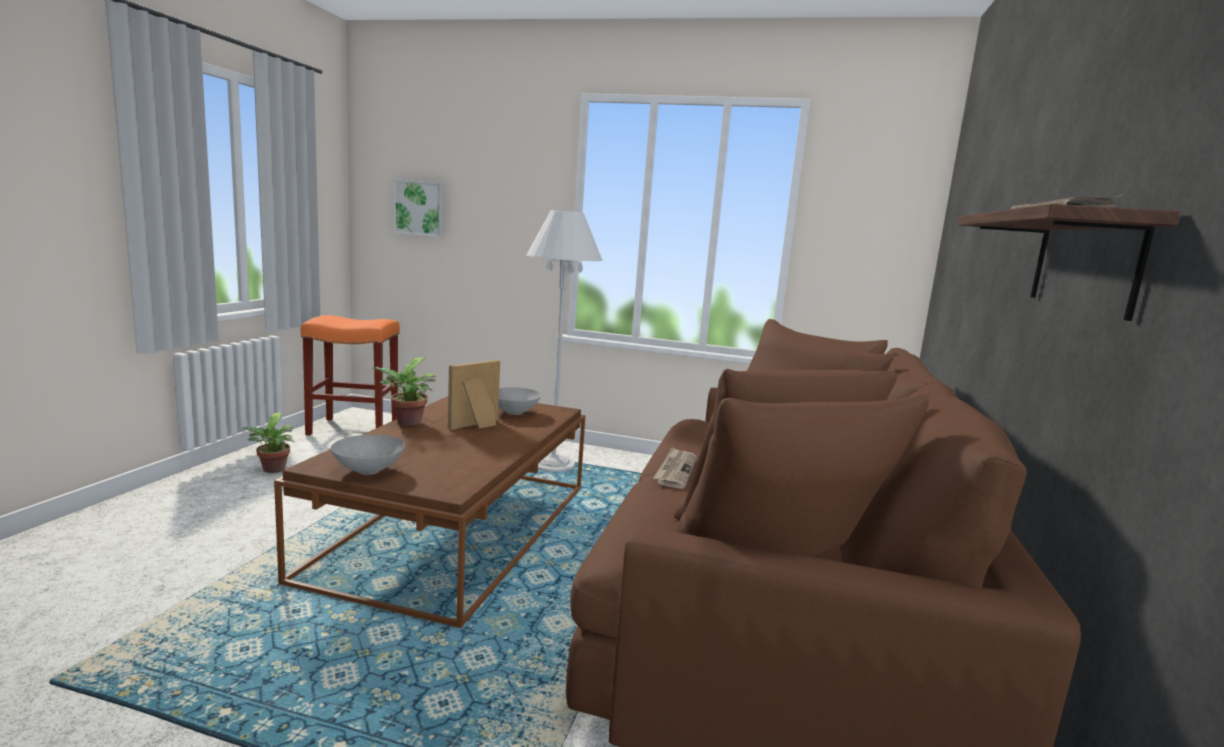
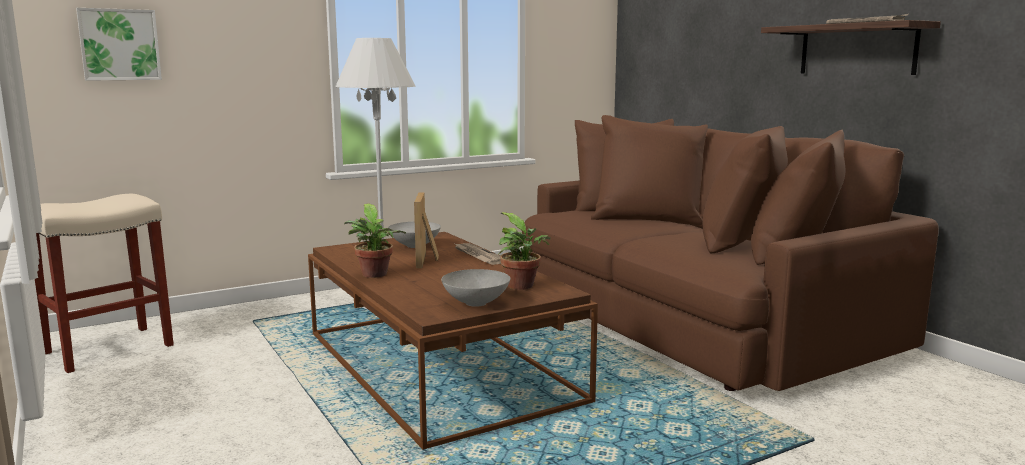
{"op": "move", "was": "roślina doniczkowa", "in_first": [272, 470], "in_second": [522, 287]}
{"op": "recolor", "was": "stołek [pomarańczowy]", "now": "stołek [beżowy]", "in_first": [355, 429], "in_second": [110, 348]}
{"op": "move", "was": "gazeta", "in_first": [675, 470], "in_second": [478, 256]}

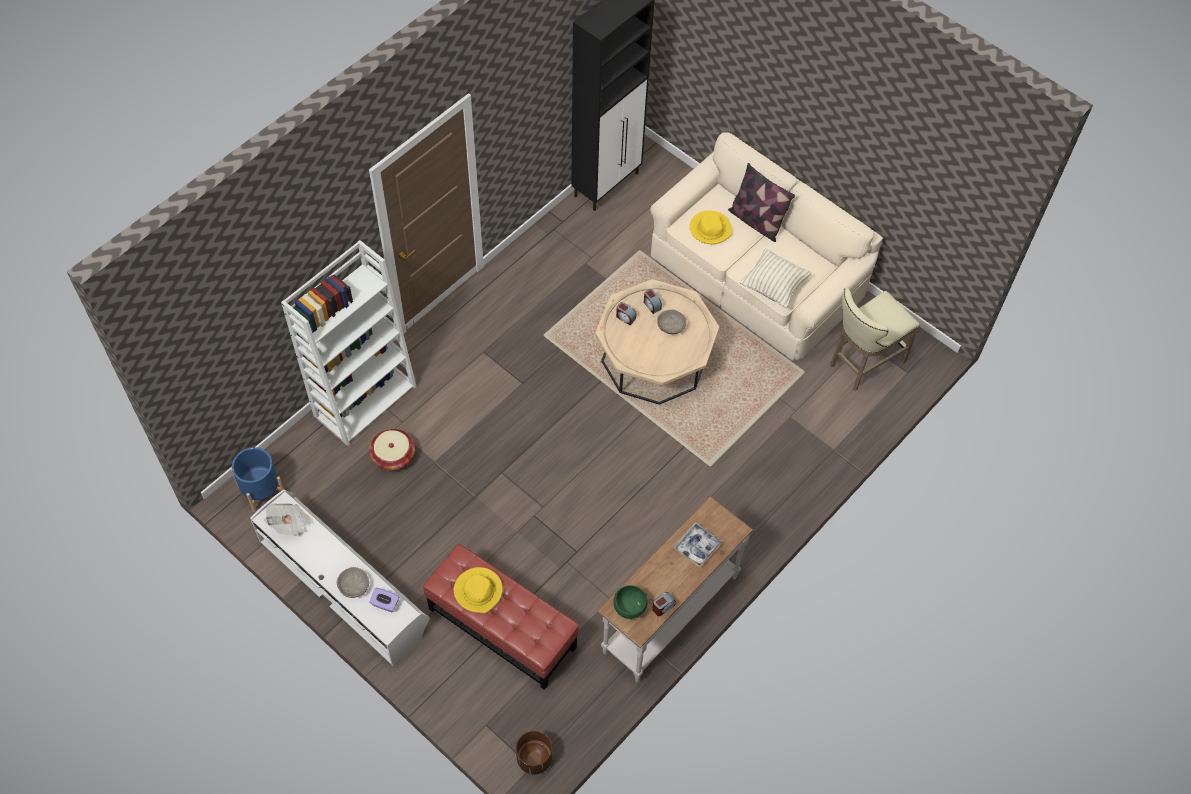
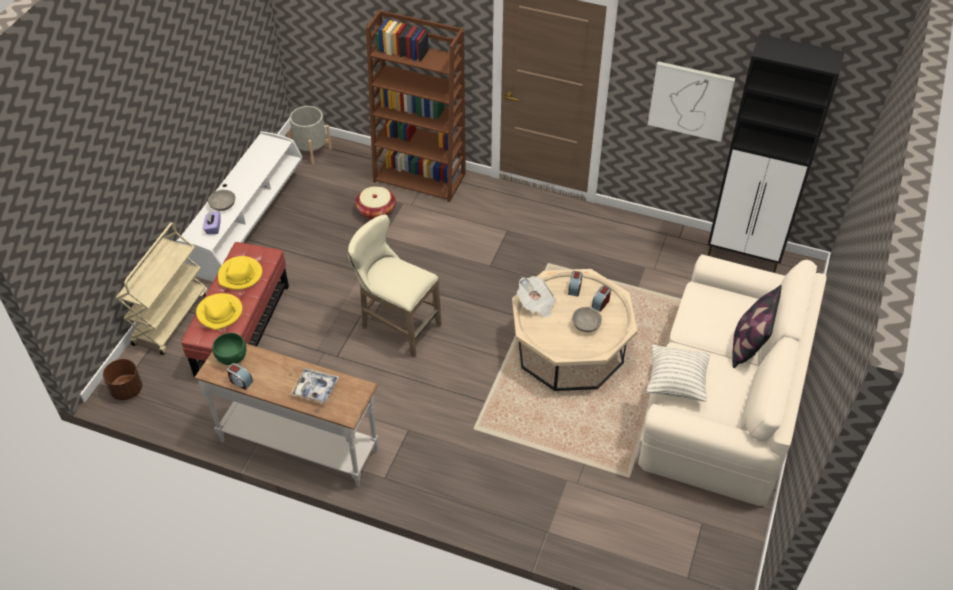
{"op": "recolor", "was": "donica [niebieski]", "now": "donica [szary]", "in_first": [261, 490], "in_second": [311, 150]}
{"op": "move", "was": "gazeta", "in_first": [290, 524], "in_second": [536, 304]}
{"op": "recolor", "was": "regał [biały]", "now": "regał [brązowy]", "in_first": [365, 400], "in_second": [420, 177]}
{"op": "move", "was": "kapelusz [żółty]", "in_first": [710, 229], "in_second": [220, 313]}
{"op": "move", "was": "stołek [beżowy]", "in_first": [862, 363], "in_second": [396, 325]}
{"op": "insert", "now": "wózek [beżowy]", "in_second": [170, 318]}
{"op": "insert", "now": "obraz", "in_second": [690, 100]}

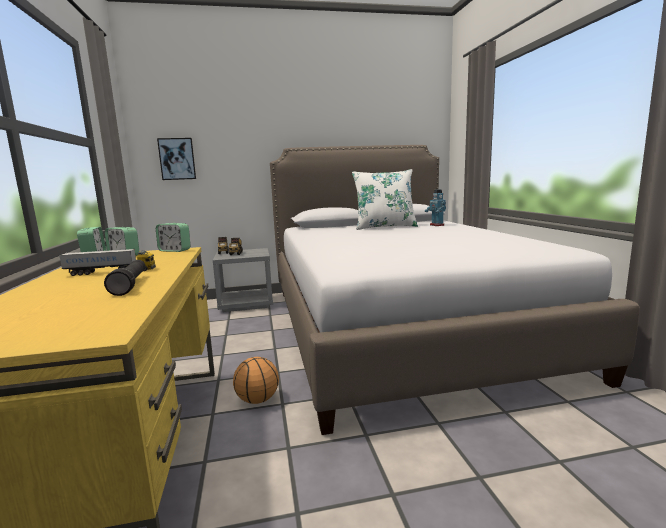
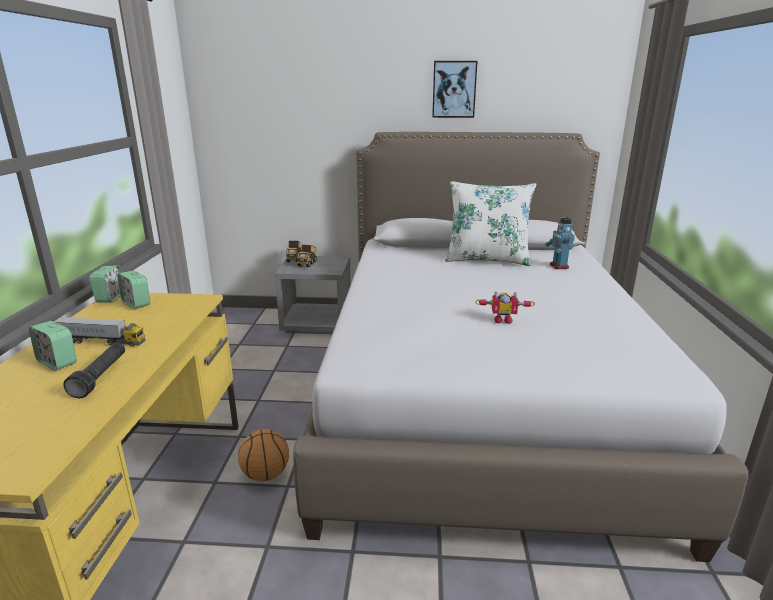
{"op": "move", "was": "budzik", "in_first": [175, 250], "in_second": [57, 362]}
{"op": "move", "was": "obraz", "in_first": [177, 159], "in_second": [454, 89]}
{"op": "insert", "now": "robot zabawkowy", "in_second": [502, 320]}

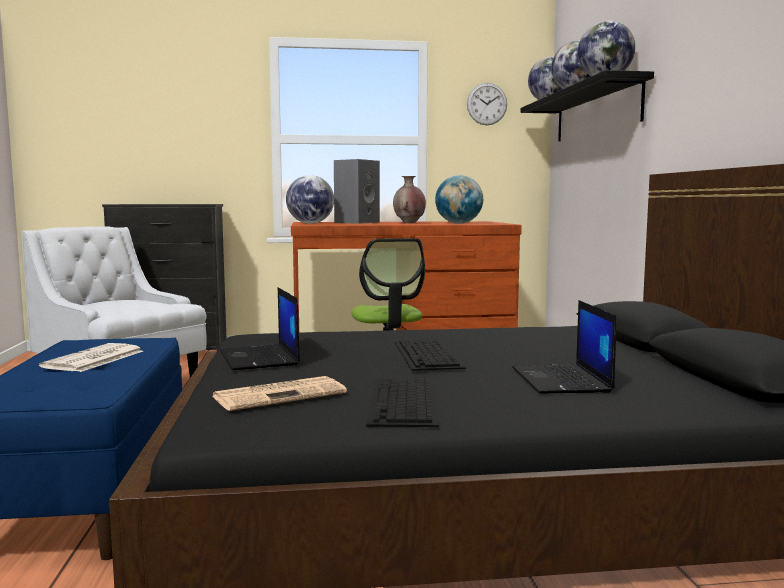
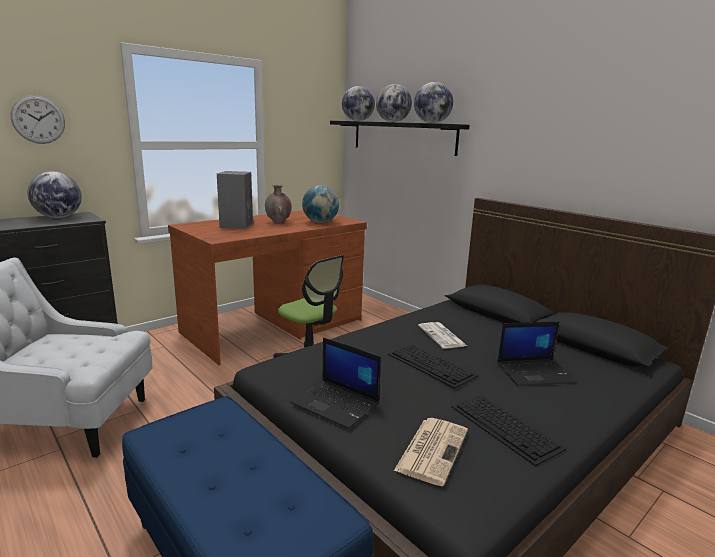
{"op": "move", "was": "gazeta", "in_first": [94, 359], "in_second": [442, 336]}
{"op": "move", "was": "globus", "in_first": [310, 223], "in_second": [58, 217]}
{"op": "move", "was": "zegar ścienny", "in_first": [487, 104], "in_second": [38, 119]}
{"op": "rotate", "was": "laptop", "in_first": [562, 380], "in_second": [535, 372], "clockwise": -60}

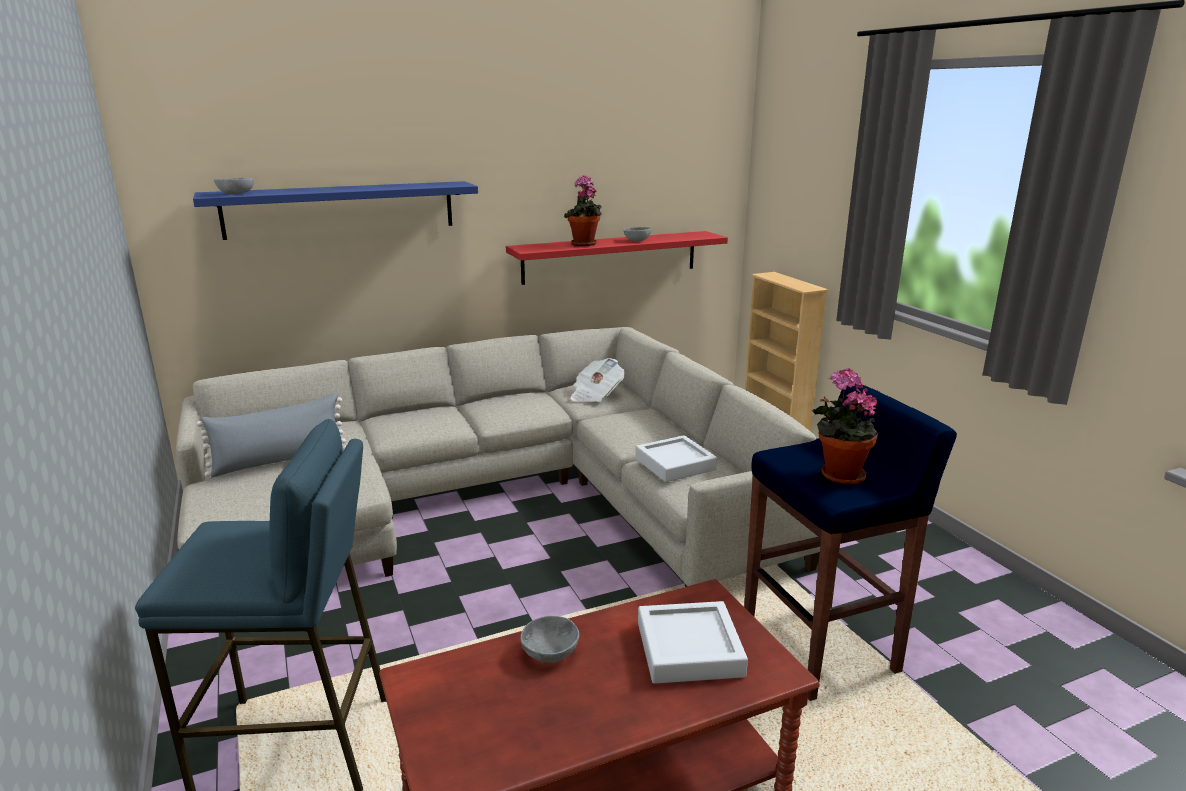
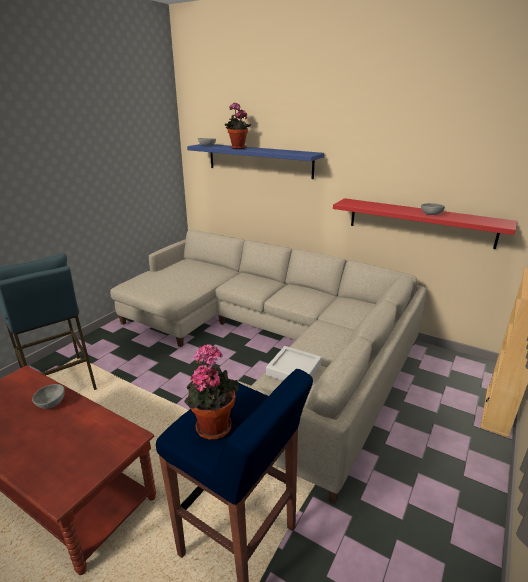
{"op": "delete", "was": "poduszka [szary]", "in_first": [280, 461]}
{"op": "move", "was": "roślina doniczkowa", "in_first": [584, 244], "in_second": [237, 148]}
{"op": "delete", "was": "gazeta", "in_first": [595, 395]}
{"op": "delete", "was": "taca [szary]", "in_first": [689, 649]}

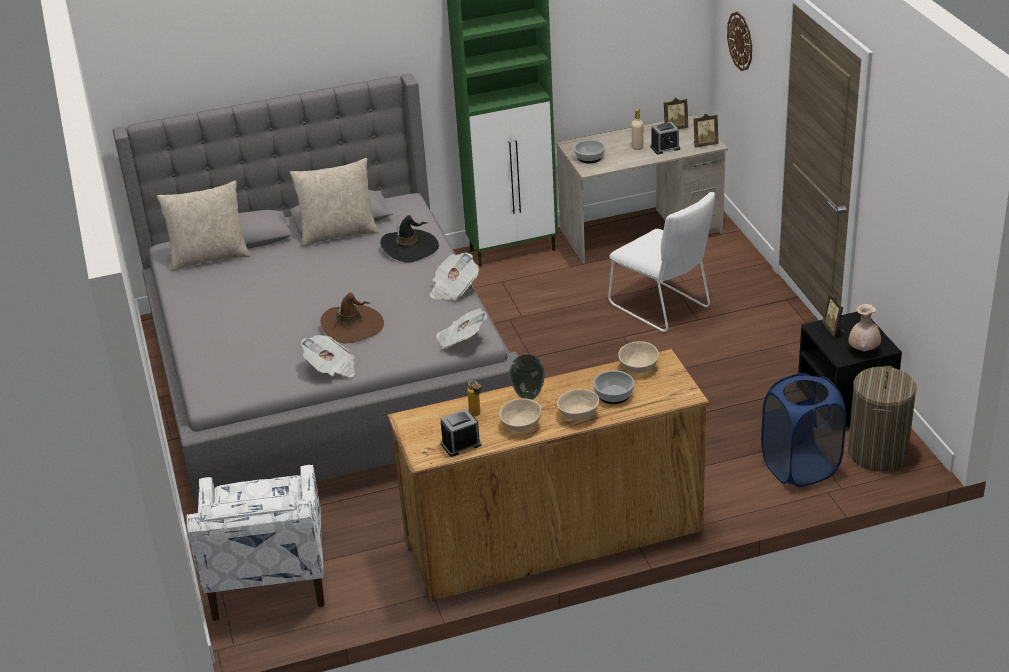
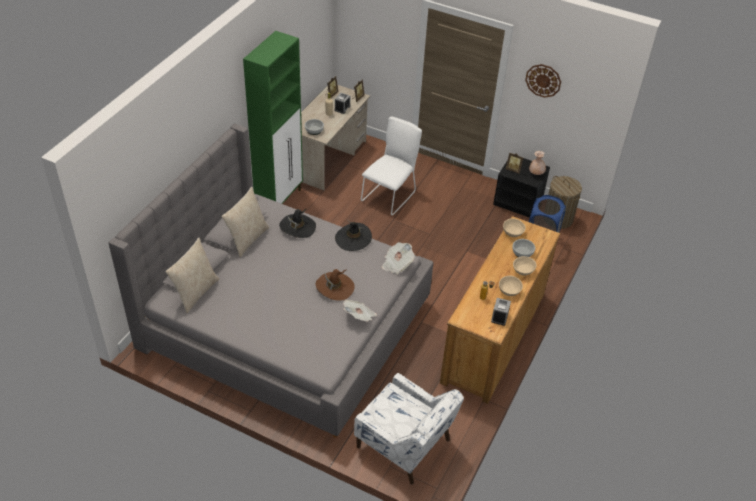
{"op": "replace", "was": "gazeta", "now": "kapelusz [czarny]", "in_first": [453, 289], "in_second": [353, 238]}
{"op": "delete", "was": "wazon", "in_first": [527, 396]}
{"op": "rotate", "was": "krzesło [biały]", "in_first": [662, 307], "in_second": [390, 195], "clockwise": -60}
{"op": "move", "was": "zegar ścienny", "in_first": [740, 41], "in_second": [543, 80]}

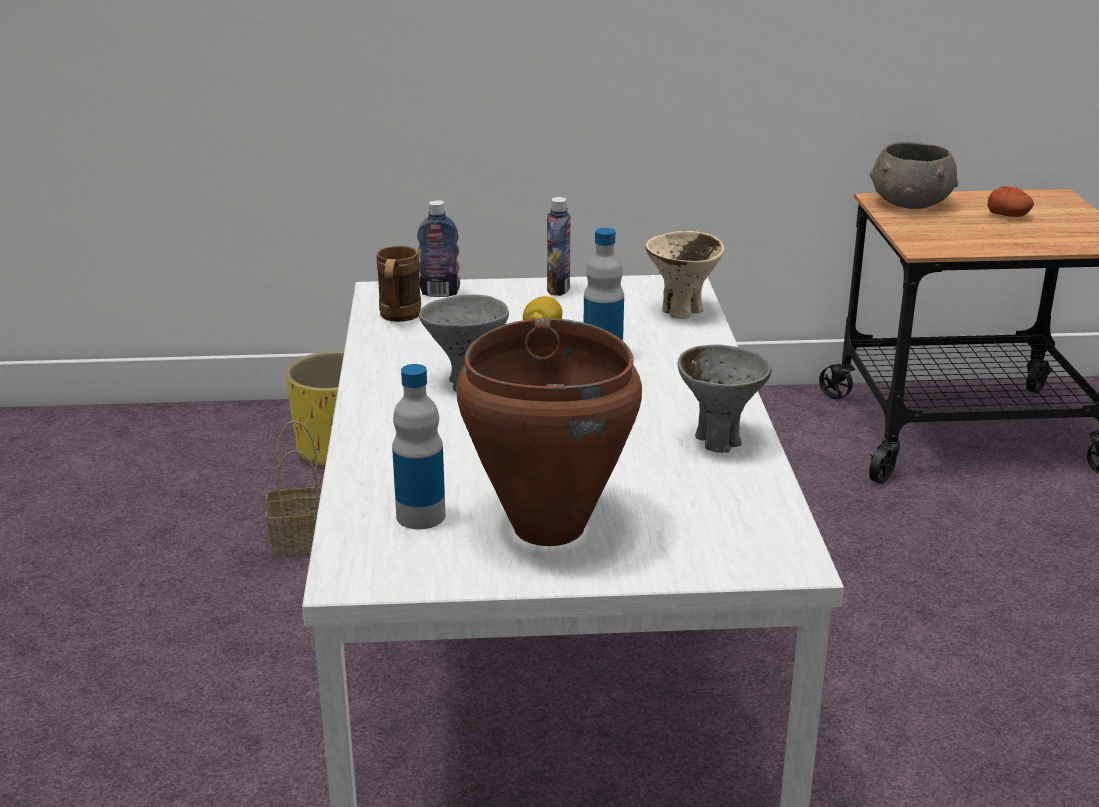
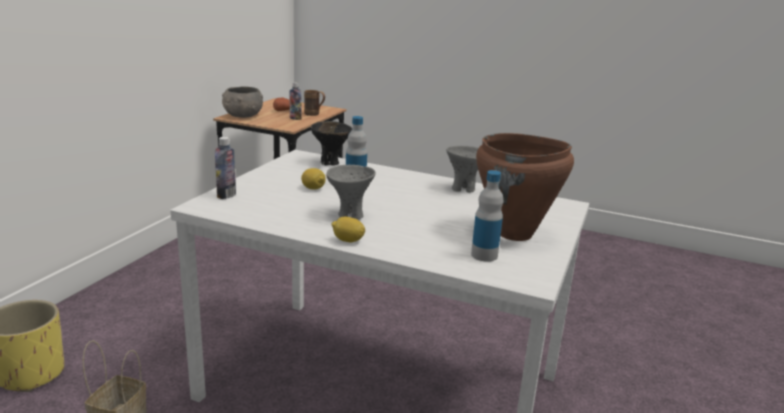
{"op": "move", "was": "kubek [brązowy]", "in_first": [397, 318], "in_second": [314, 114]}
{"op": "move", "was": "butelka", "in_first": [558, 289], "in_second": [295, 118]}
{"op": "recolor", "was": "miska [beżowy]", "now": "miska [czarny]", "in_first": [682, 312], "in_second": [330, 162]}
{"op": "insert", "now": "cytryna", "in_second": [348, 240]}

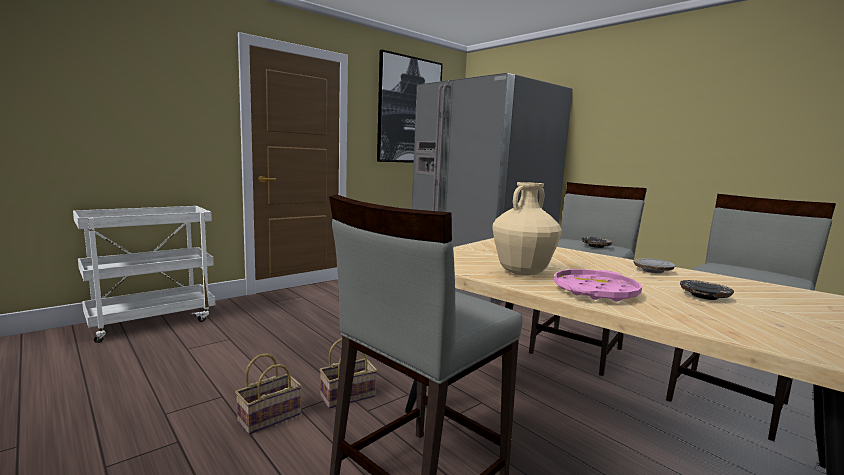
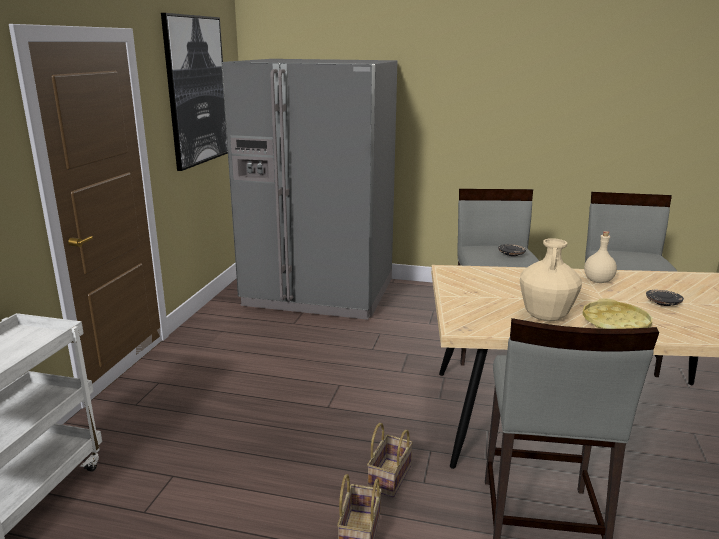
{"op": "recolor", "was": "taca [różowy]", "now": "taca [żółty]", "in_first": [595, 292], "in_second": [615, 323]}
{"op": "replace", "was": "talerz [szary]", "now": "butelka [beżowy]", "in_first": [652, 271], "in_second": [598, 281]}

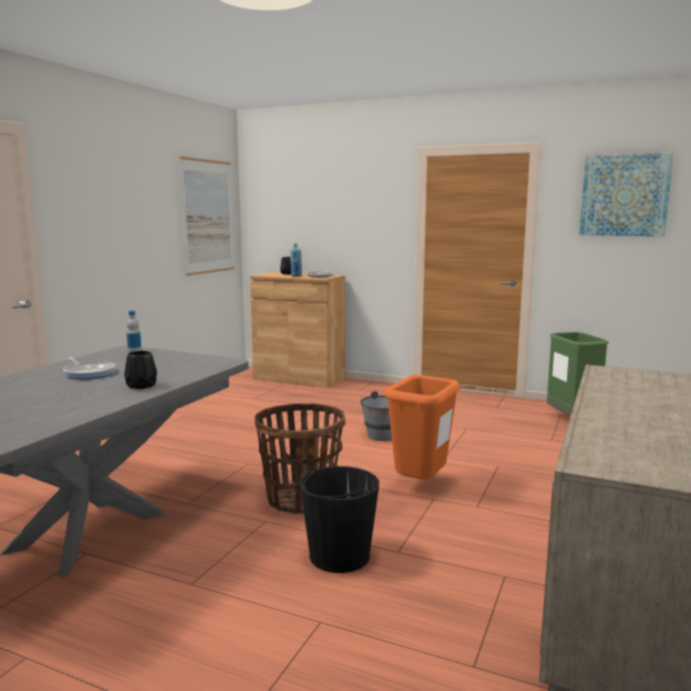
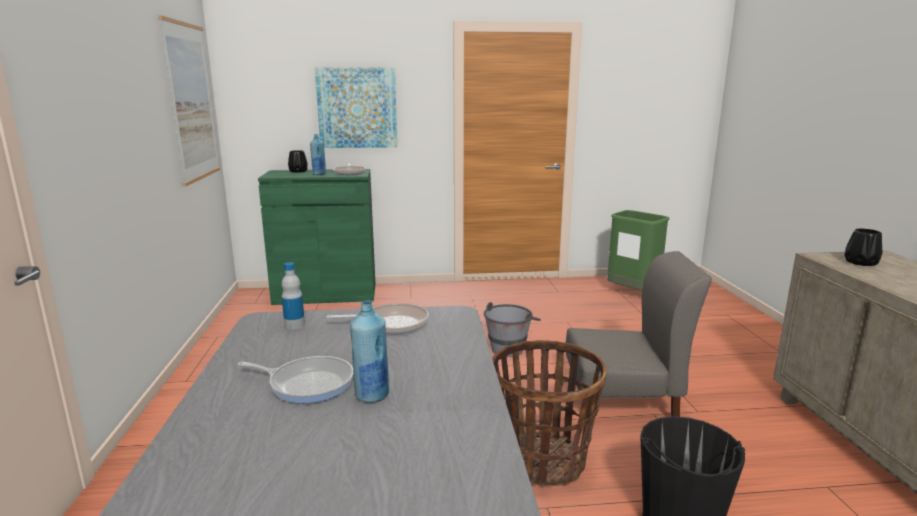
{"op": "move", "was": "wazon [czarny]", "in_first": [142, 385], "in_second": [861, 262]}
{"op": "recolor", "was": "szafka [brązowy]", "now": "szafka [zielony]", "in_first": [299, 378], "in_second": [325, 294]}
{"op": "replace", "was": "kosz na śmieci [pomarańczowy]", "now": "krzesło [szary]", "in_first": [420, 486], "in_second": [623, 403]}
{"op": "move", "was": "obraz", "in_first": [624, 195], "in_second": [357, 108]}
{"op": "insert", "now": "patelnia", "in_second": [391, 324]}
{"op": "insert", "now": "butelka [niebieski]", "in_second": [371, 395]}

